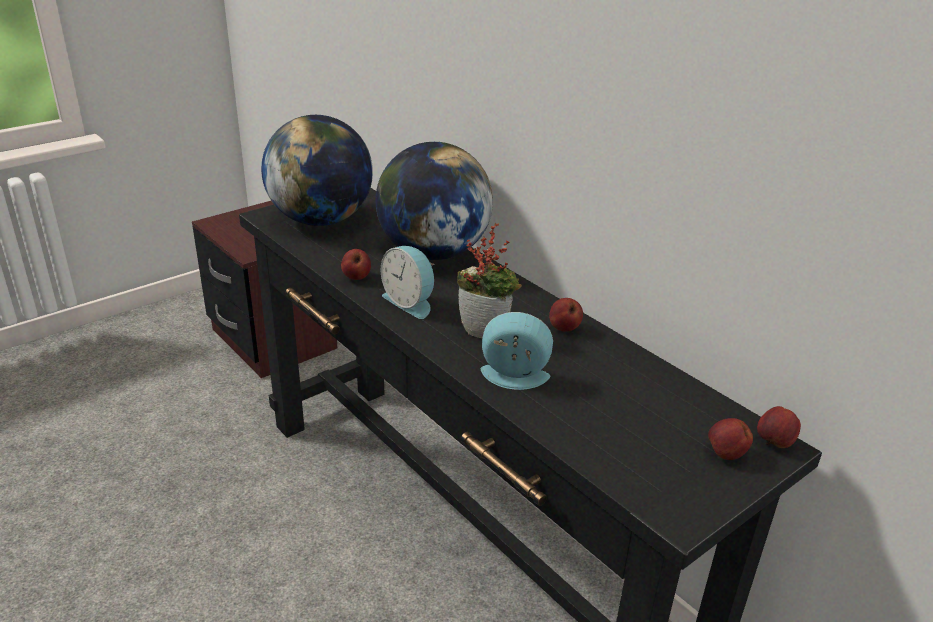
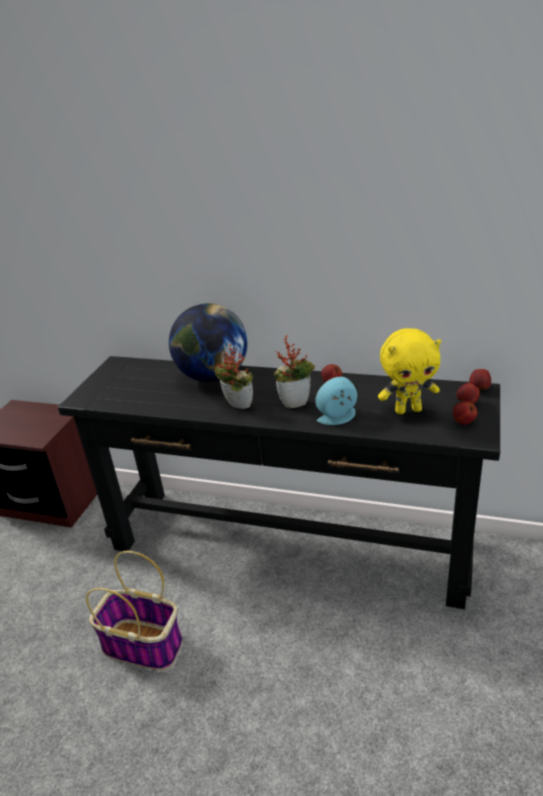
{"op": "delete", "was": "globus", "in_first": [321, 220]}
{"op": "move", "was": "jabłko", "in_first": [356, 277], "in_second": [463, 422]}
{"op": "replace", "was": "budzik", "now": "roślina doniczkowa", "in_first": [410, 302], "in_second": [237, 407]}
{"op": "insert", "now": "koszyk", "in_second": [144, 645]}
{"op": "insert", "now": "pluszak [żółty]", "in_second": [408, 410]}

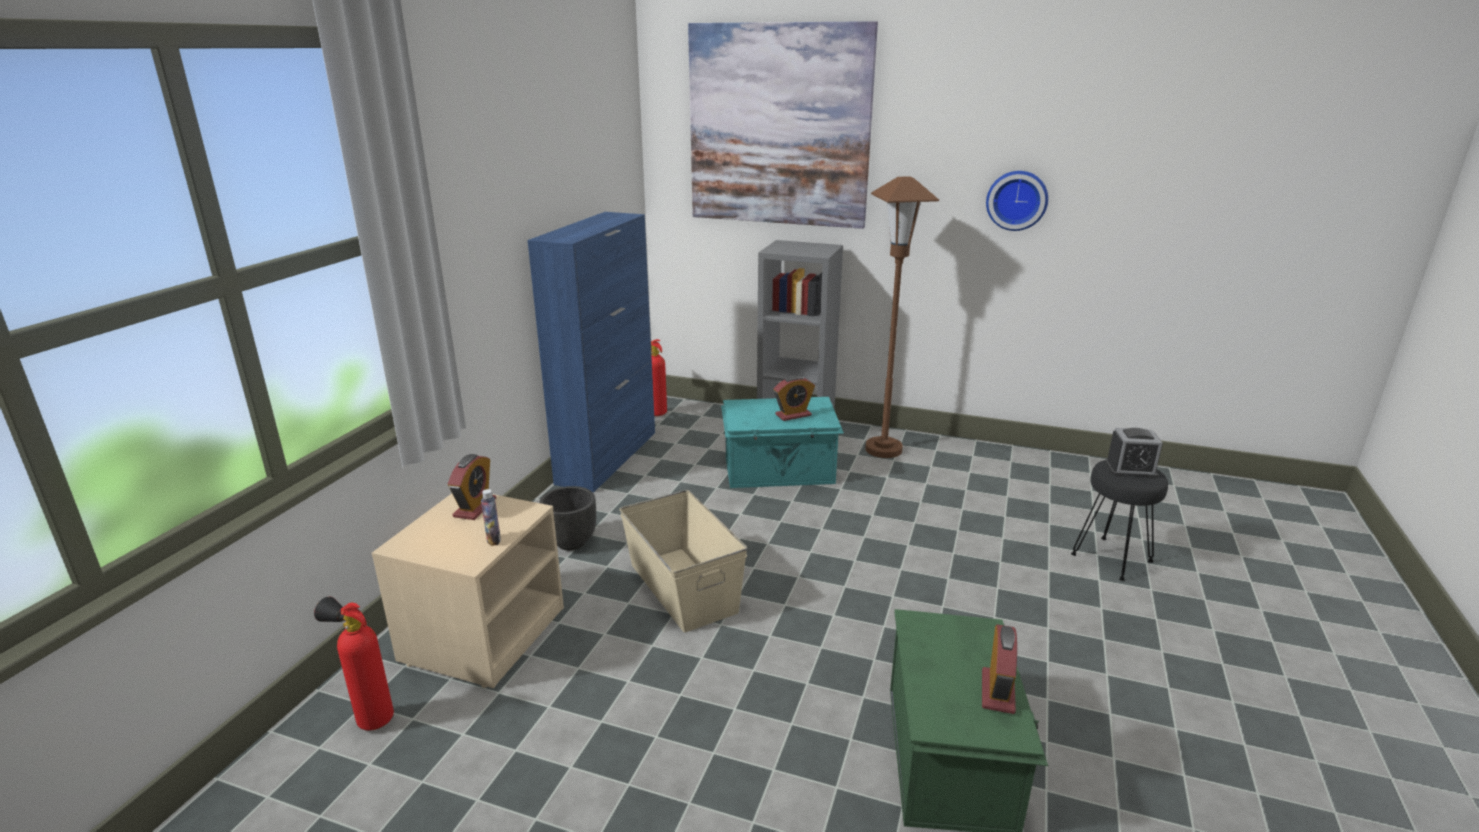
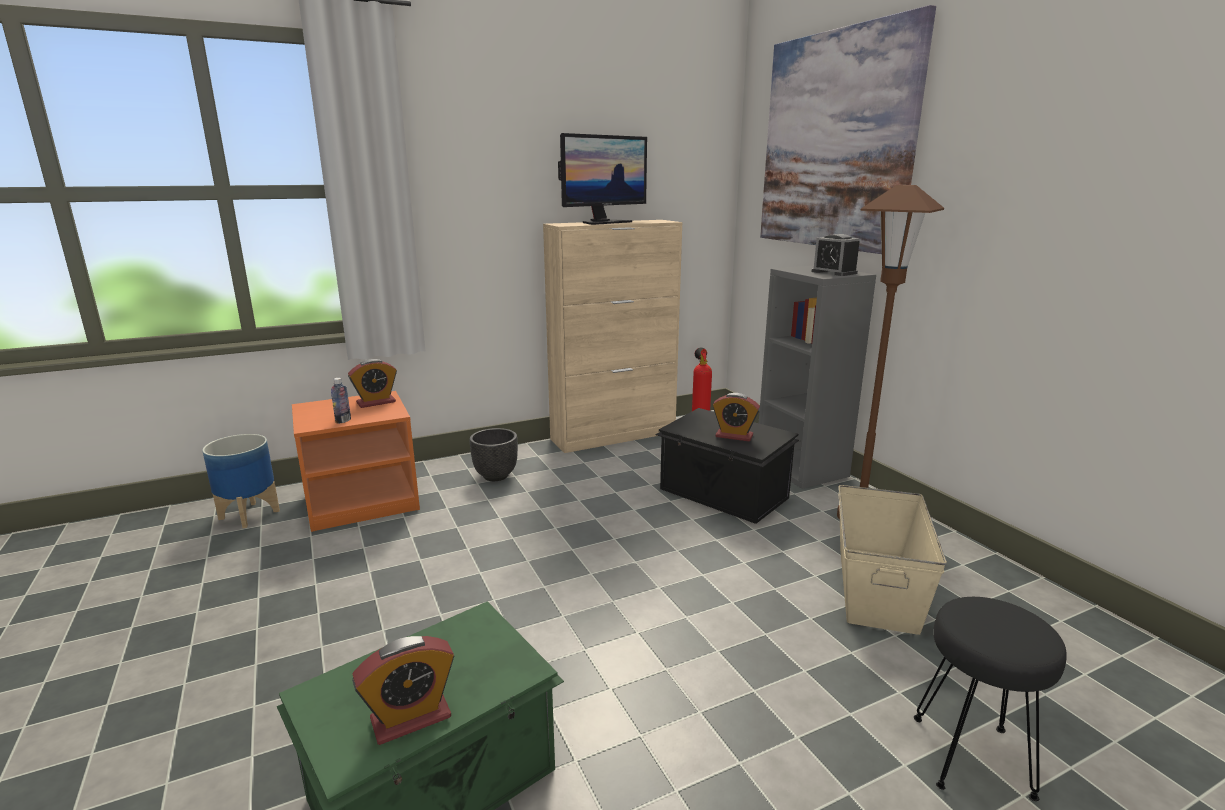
{"op": "replace", "was": "gaśnica", "now": "donica", "in_first": [370, 718], "in_second": [250, 514]}
{"op": "recolor", "was": "szafka nocna [beżowy]", "now": "szafka nocna [pomarańczowy]", "in_first": [483, 633], "in_second": [363, 501]}
{"op": "recolor", "was": "szafka [niebieski]", "now": "szafka [beżowy]", "in_first": [608, 457], "in_second": [614, 435]}
{"op": "move", "was": "pojemnik do przechowywania [beżowy]", "in_first": [683, 586], "in_second": [877, 586]}
{"op": "recolor", "was": "pojemnik do przechowywania [turkusowy]", "now": "pojemnik do przechowywania [czarny]", "in_first": [780, 471], "in_second": [723, 494]}
{"op": "delete", "was": "zegar ścienny", "in_first": [1017, 200]}
{"op": "move", "was": "budzik", "in_first": [1130, 469], "in_second": [834, 272]}
{"op": "insert", "now": "monitor", "in_second": [603, 222]}

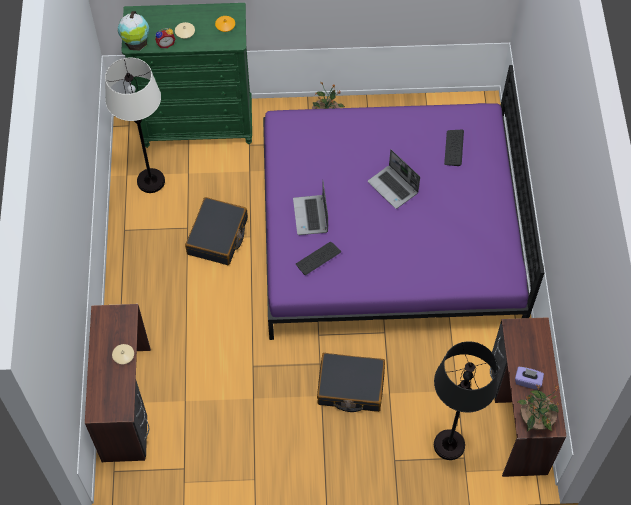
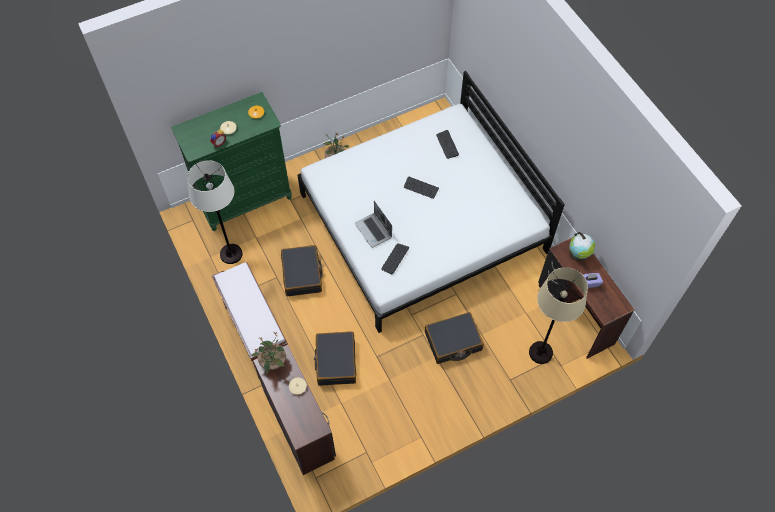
{"op": "move", "was": "globus", "in_first": [136, 43], "in_second": [578, 254]}
{"op": "recolor", "was": "łóżko [fioletowy]", "now": "łóżko [biały]", "in_first": [389, 232], "in_second": [422, 222]}
{"op": "replace", "was": "laptop", "now": "klawiatura", "in_first": [393, 187], "in_second": [421, 188]}
{"op": "recolor", "was": "lampa stojąca [czarny]", "now": "lampa stojąca [beżowy]", "in_first": [449, 445], "in_second": [540, 353]}
{"op": "move", "was": "roślina doniczkowa", "in_first": [535, 420], "in_second": [273, 363]}
{"op": "insert", "now": "ławka [brązowy]", "in_second": [256, 334]}
{"op": "insert", "now": "walizka [czarny]", "in_second": [336, 362]}

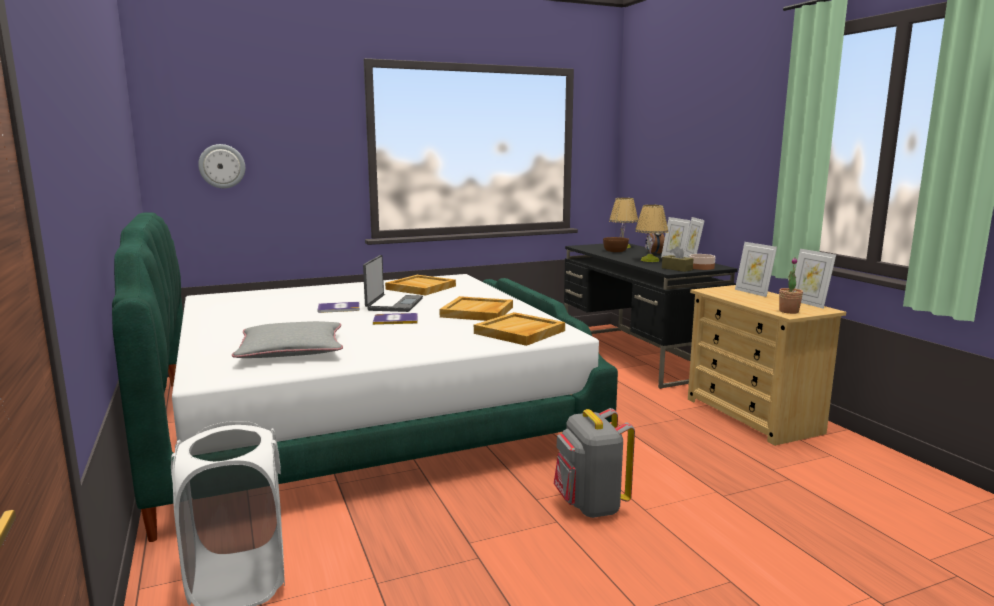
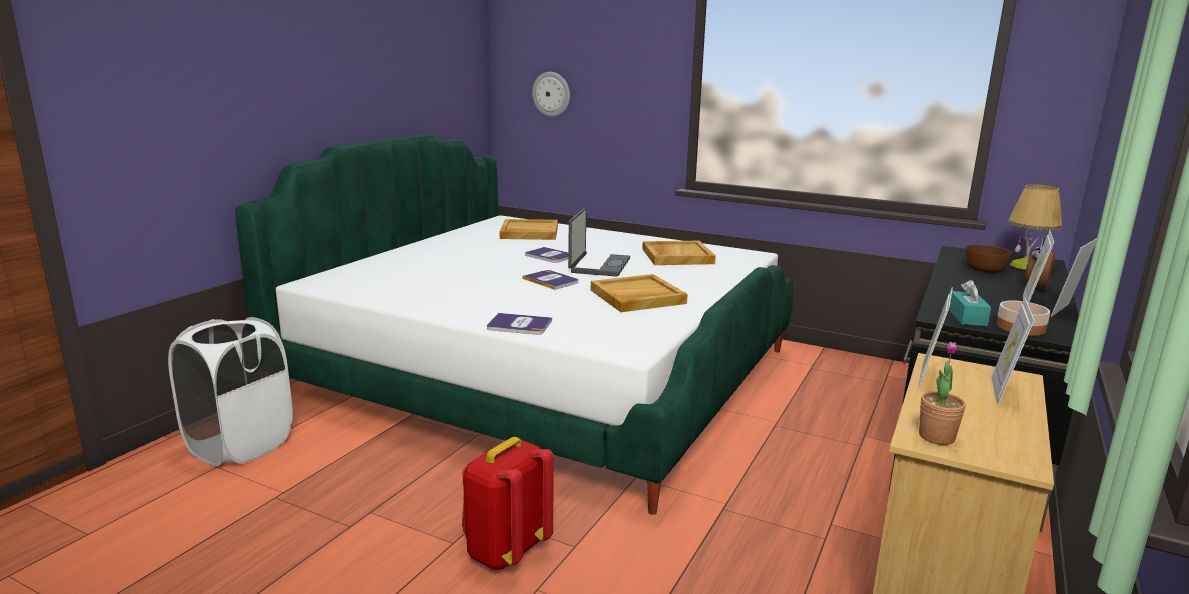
{"op": "delete", "was": "poduszka [szary]", "in_first": [291, 350]}
{"op": "rotate", "was": "laptop", "in_first": [393, 304], "in_second": [598, 265], "clockwise": -45}
{"op": "move", "was": "taca [beżowy]", "in_first": [519, 332], "in_second": [529, 232]}
{"op": "recolor", "was": "plecak [szary]", "now": "plecak [czerwony]", "in_first": [590, 506], "in_second": [505, 551]}
{"op": "delete", "was": "lampa stołowa", "in_first": [650, 260]}
{"op": "recolor", "was": "pudełko chusteczek [brązowy]", "now": "pudełko chusteczek [turkusowy]", "in_first": [677, 269], "in_second": [967, 317]}
{"op": "move", "was": "ramka na zdjęcie", "in_first": [808, 303], "in_second": [928, 377]}
{"op": "insert", "now": "książka", "in_second": [519, 325]}

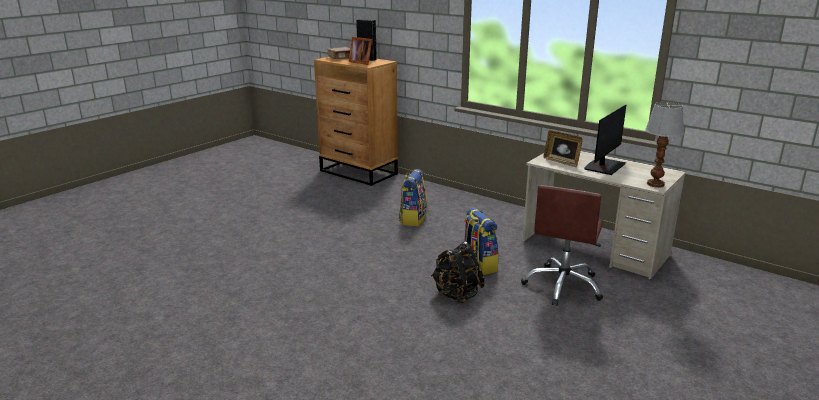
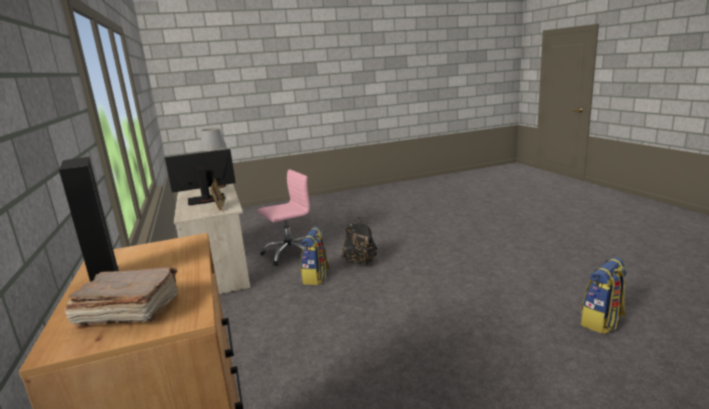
{"op": "delete", "was": "ramka na zdjęcie", "in_first": [361, 62]}
{"op": "move", "was": "plecak", "in_first": [412, 219], "in_second": [602, 322]}
{"op": "recolor", "was": "krzesło biurowe [brązowy]", "now": "krzesło biurowe [różowy]", "in_first": [563, 286], "in_second": [290, 253]}

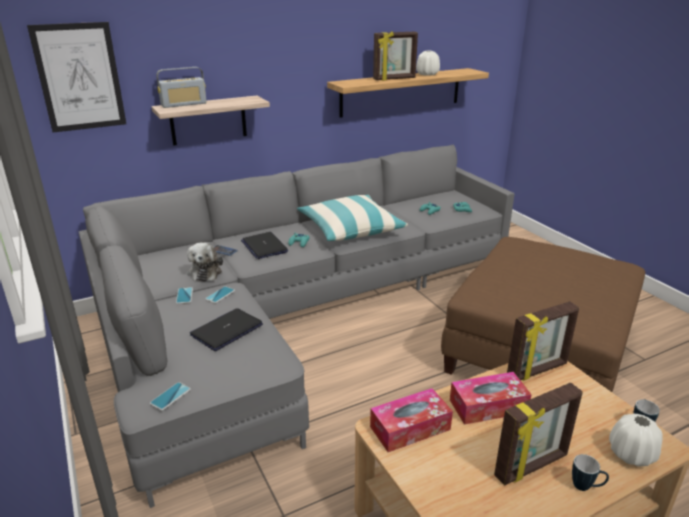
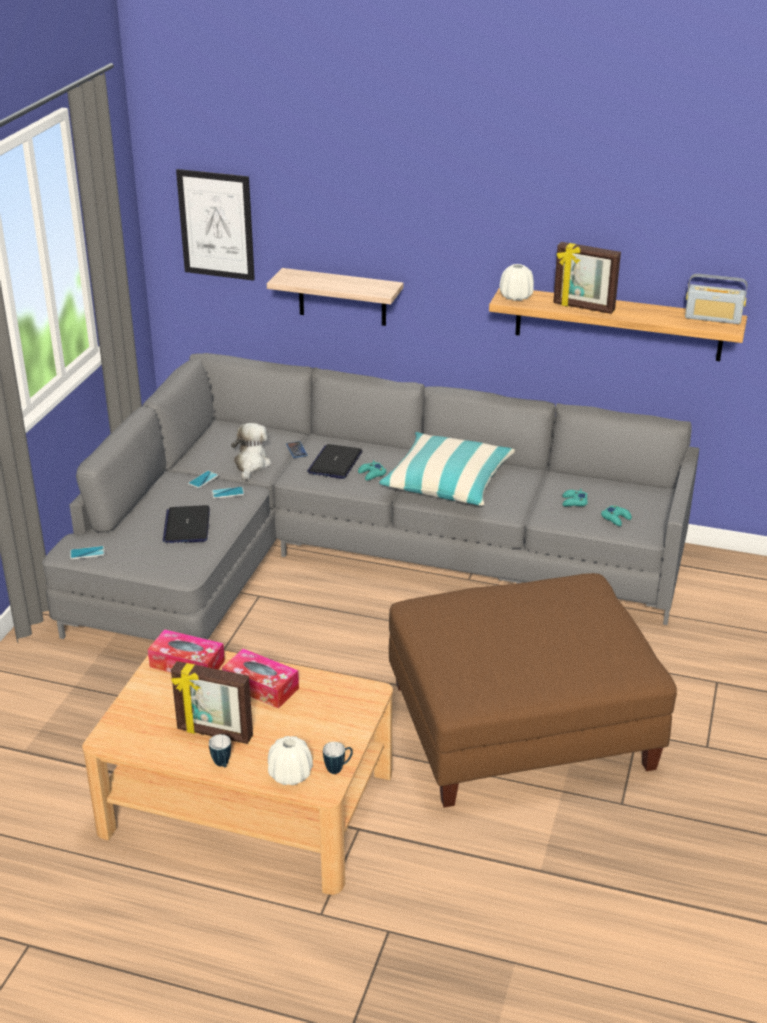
{"op": "move", "was": "radio", "in_first": [184, 104], "in_second": [713, 318]}
{"op": "rotate", "was": "pluszak", "in_first": [205, 272], "in_second": [251, 465], "clockwise": 150}
{"op": "rotate", "was": "laptop", "in_first": [227, 330], "in_second": [187, 526], "clockwise": -90}
{"op": "move", "was": "wazon [biały]", "in_first": [427, 74], "in_second": [516, 297]}
{"op": "delete", "was": "ramka na zdjęcie", "in_first": [537, 371]}

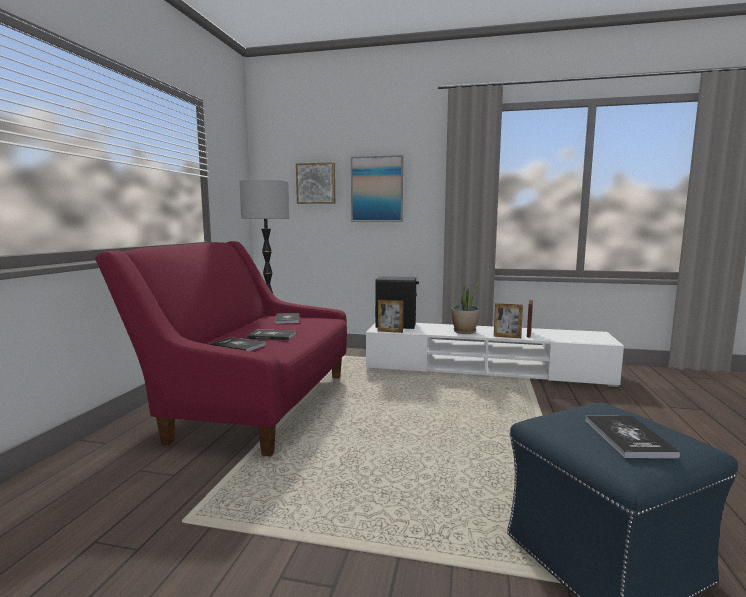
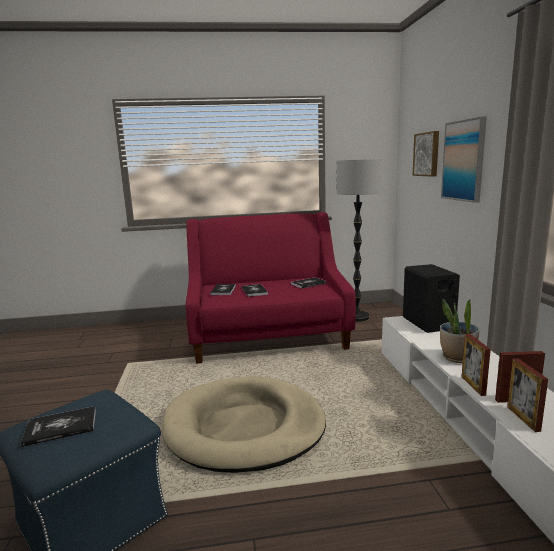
{"op": "move", "was": "ramka na zdjęcie", "in_first": [390, 331], "in_second": [523, 418]}
{"op": "insert", "now": "legowisko [beżowy]", "in_second": [244, 427]}

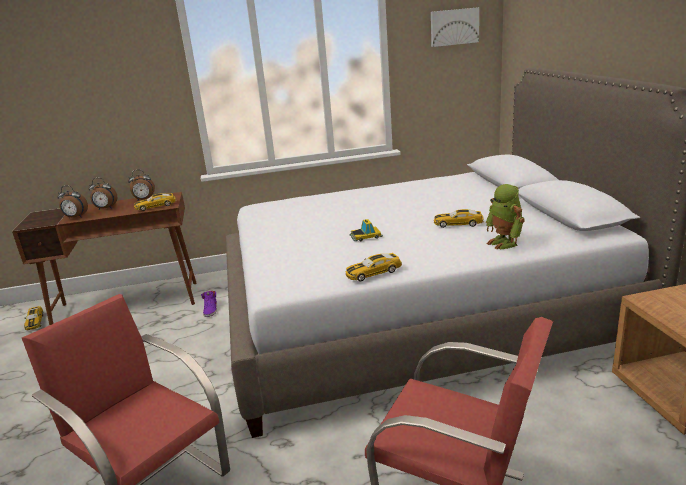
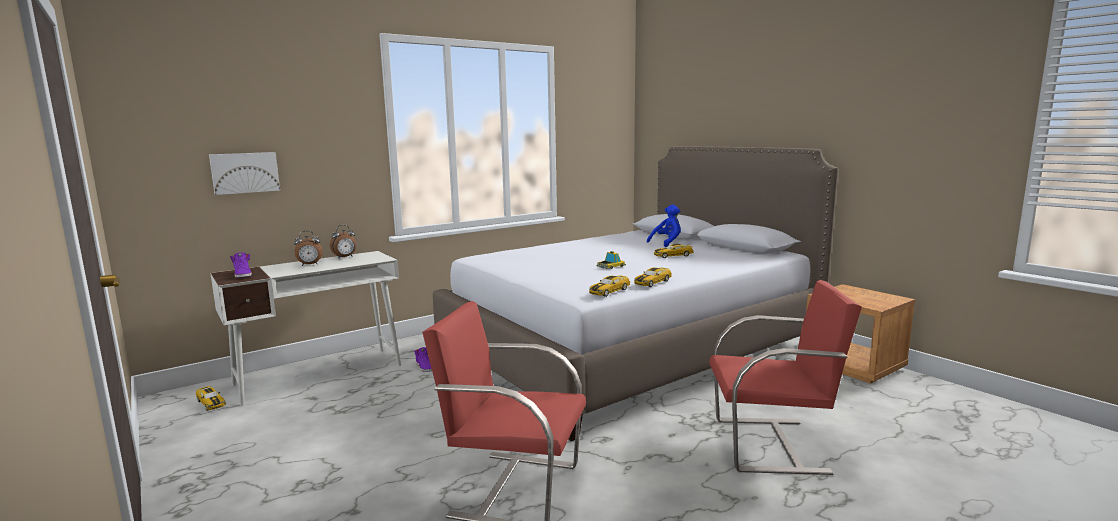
{"op": "recolor", "was": "biurko [brązowy]", "now": "biurko [biały]", "in_first": [128, 304], "in_second": [320, 374]}
{"op": "delete", "was": "budzik", "in_first": [75, 217]}
{"op": "move", "was": "samochodzik", "in_first": [155, 206], "in_second": [609, 291]}
{"op": "move", "was": "obraz", "in_first": [454, 27], "in_second": [245, 172]}
{"op": "delete", "was": "robot zabawkowy", "in_first": [504, 243]}
{"op": "insert", "now": "but [fioletowy]", "in_second": [243, 275]}
{"op": "insert", "now": "pluszak [niebieski]", "in_second": [667, 243]}

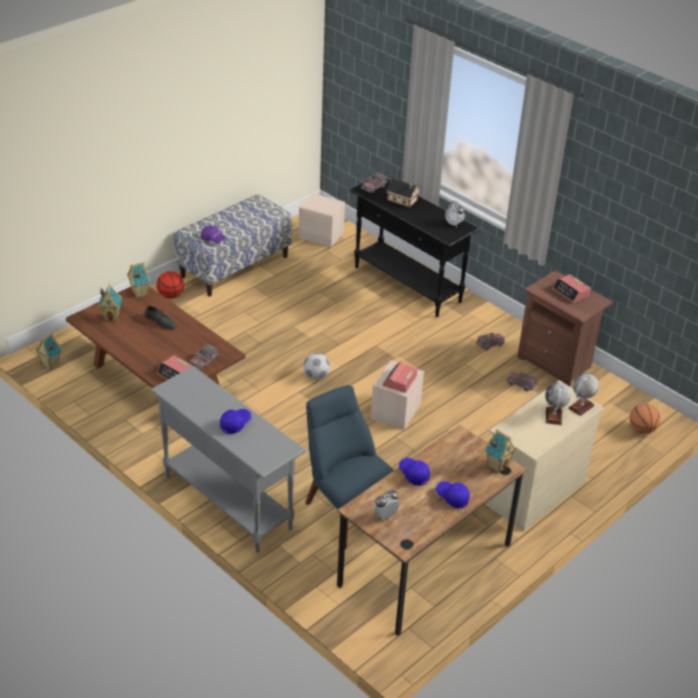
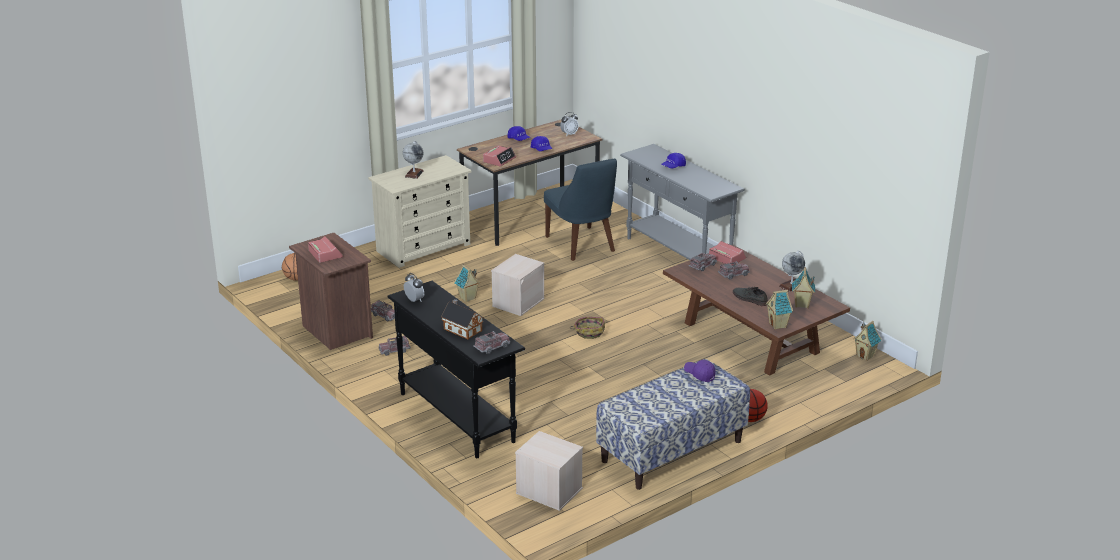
{"op": "replace", "was": "piłka futbolowa", "now": "koszyk", "in_first": [316, 377], "in_second": [589, 332]}
{"op": "move", "was": "budzik", "in_first": [399, 381], "in_second": [499, 160]}
{"op": "move", "was": "domek", "in_first": [497, 465], "in_second": [467, 298]}
{"op": "move", "was": "globus", "in_first": [581, 407], "in_second": [791, 285]}
{"op": "insert", "now": "ciężarówka zabawkowa", "in_second": [733, 274]}

